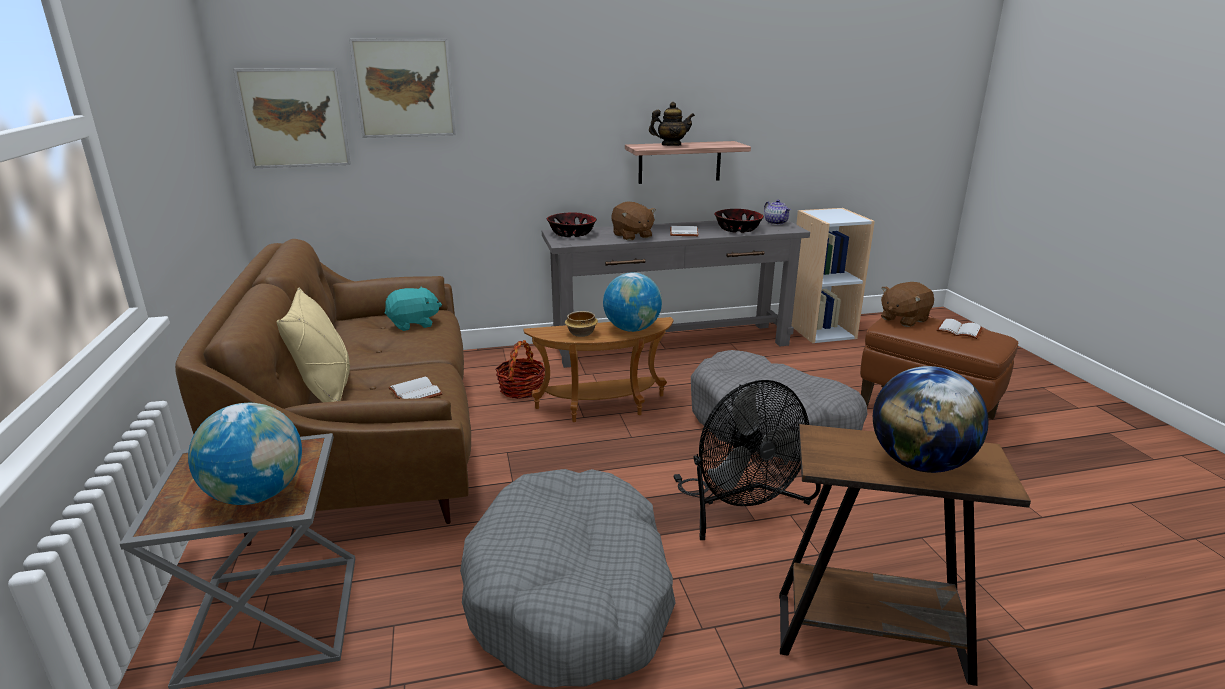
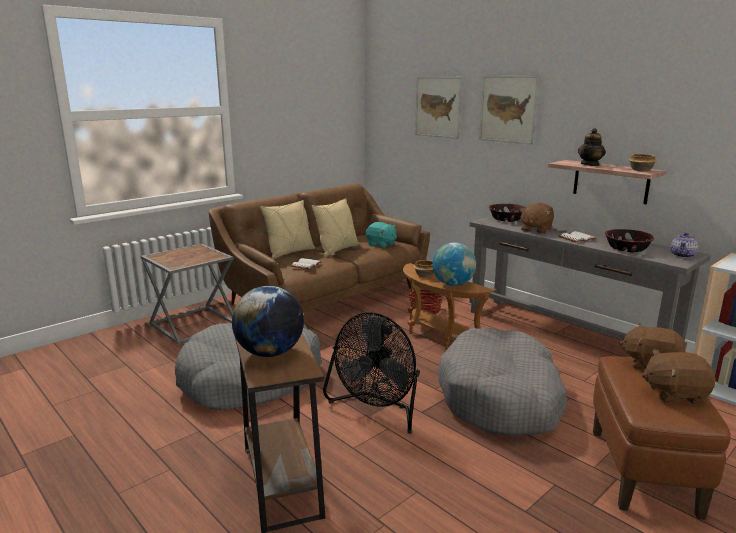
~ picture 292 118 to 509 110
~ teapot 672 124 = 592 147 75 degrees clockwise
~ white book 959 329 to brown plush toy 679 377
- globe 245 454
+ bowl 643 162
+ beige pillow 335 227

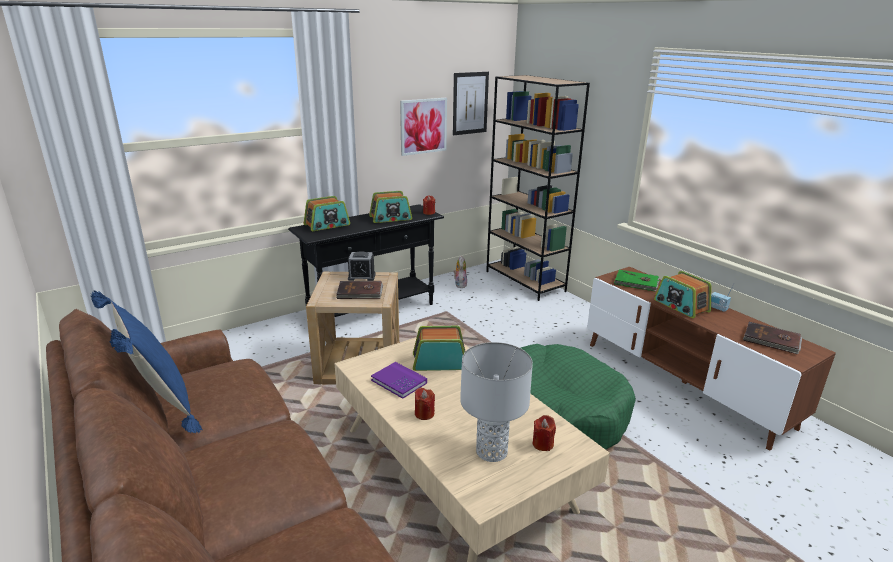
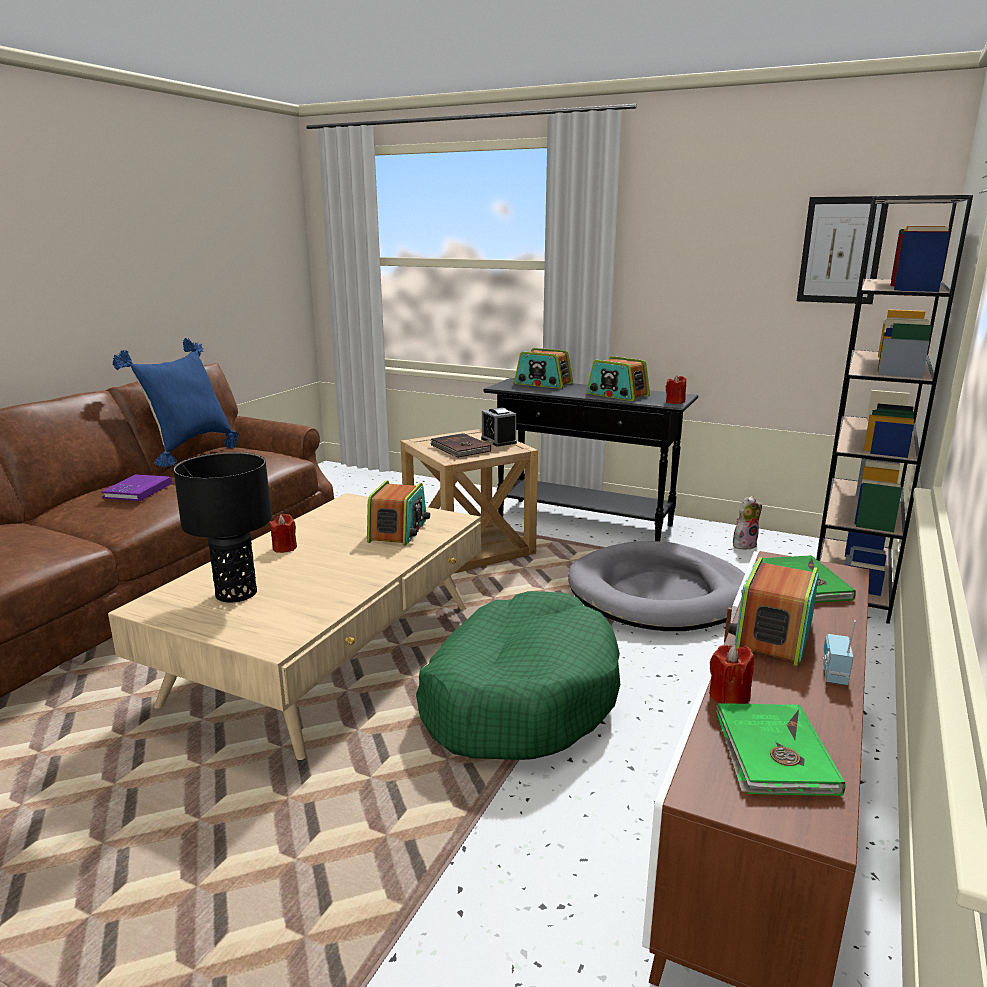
- picture 423 127
~ brown book 772 338 to green book 781 749
~ radio 439 348 = 398 513 45 degrees clockwise
~ white table lamp 496 402 to black table lamp 223 527
~ purple book 399 380 to 136 487
~ red candle 544 433 to 731 674
+ grey dog bed 656 586

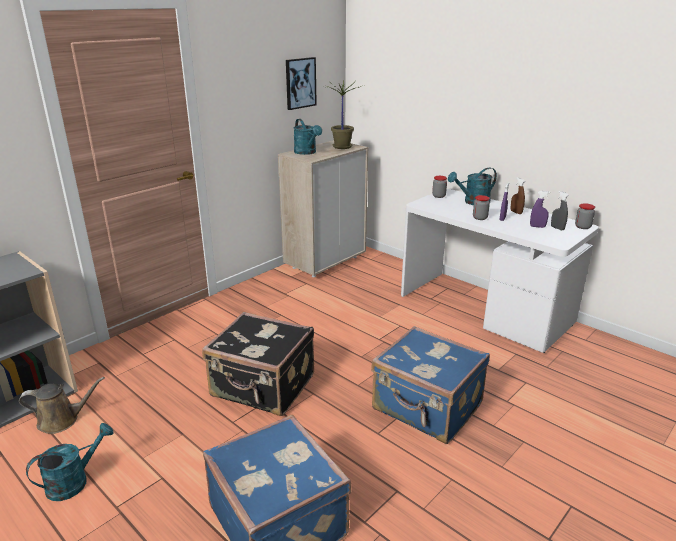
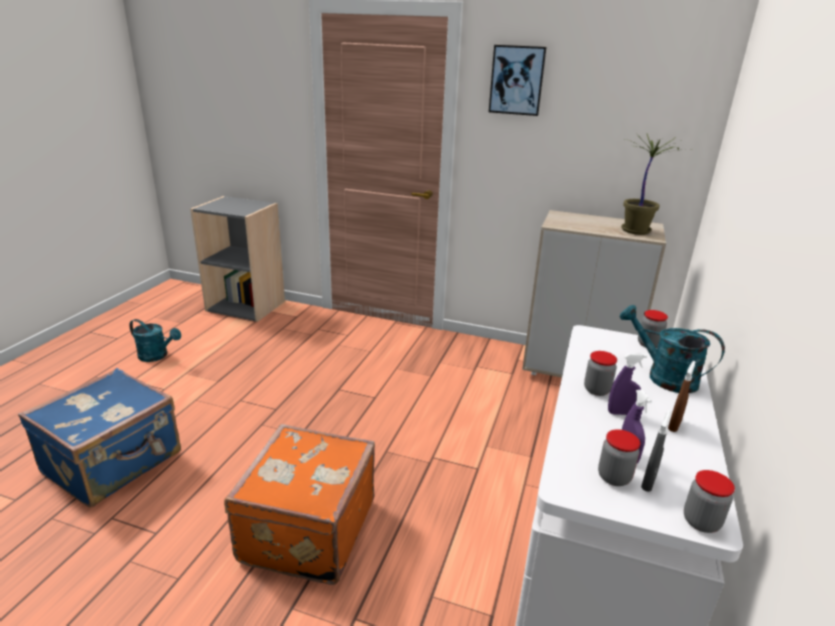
~ picture 301 83 to 518 80
- turquoise watering can 307 137
- black suitcase 258 364
~ blue suitcase 430 385 to orange suitcase 299 504
- brown watering can 62 405
+ jar 619 457

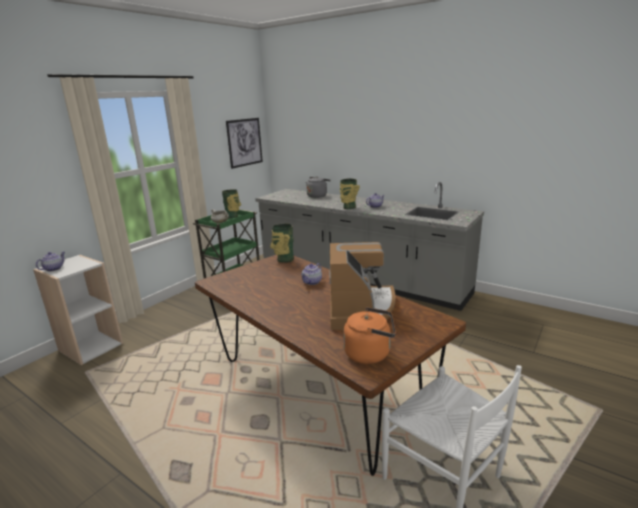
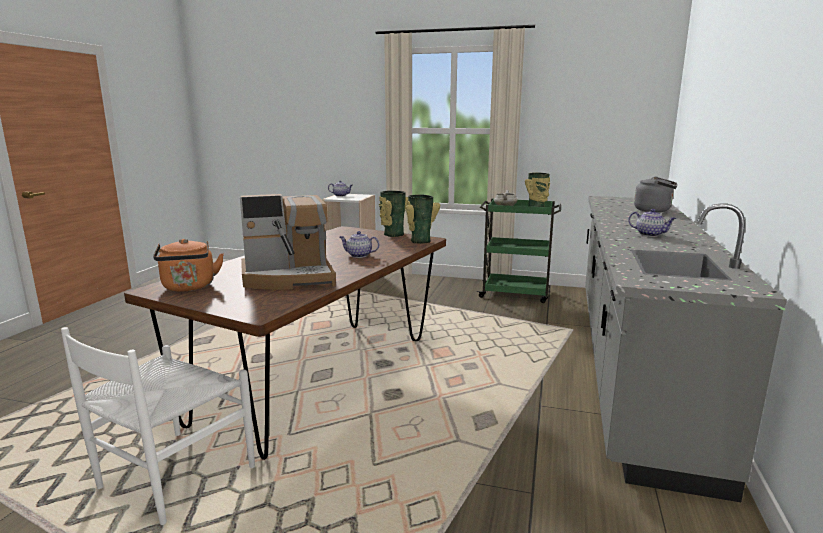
- picture 244 143
~ vase 350 193 to 393 214

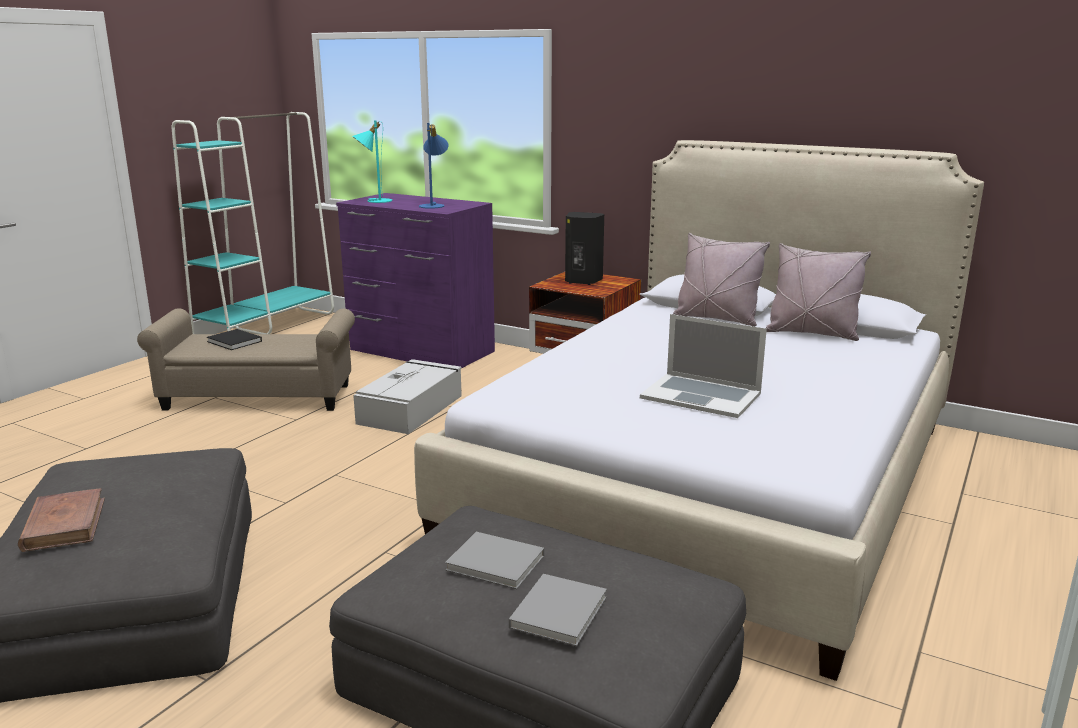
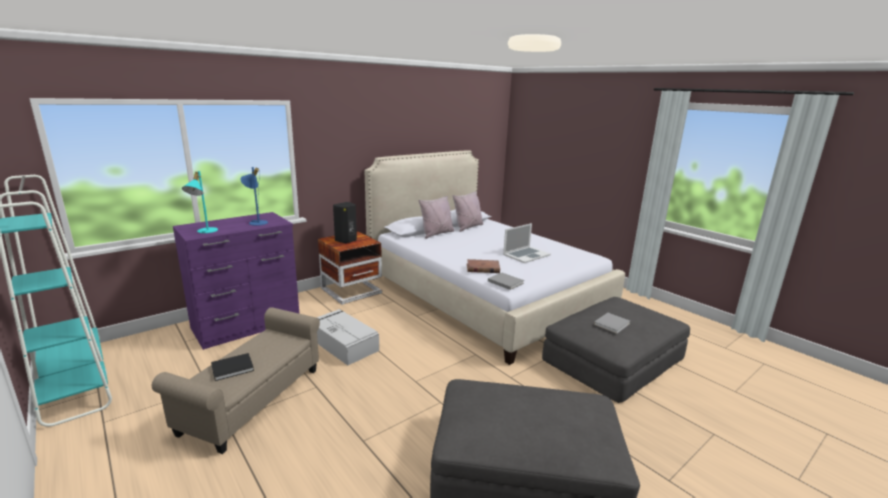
~ brown book 61 520 to 483 266
~ grey book 558 610 to 506 281

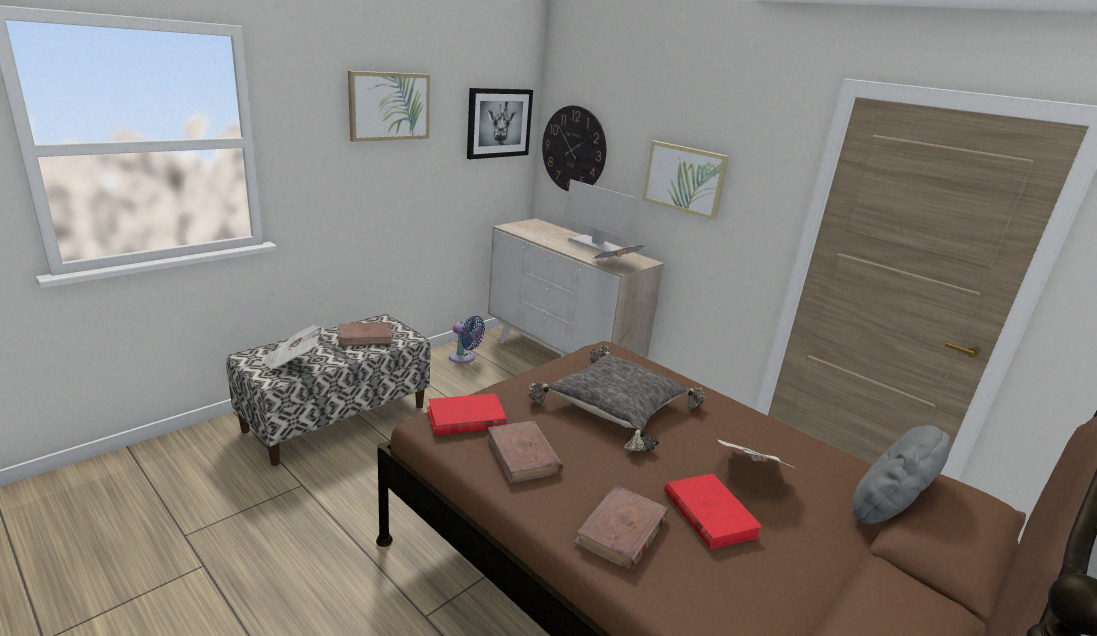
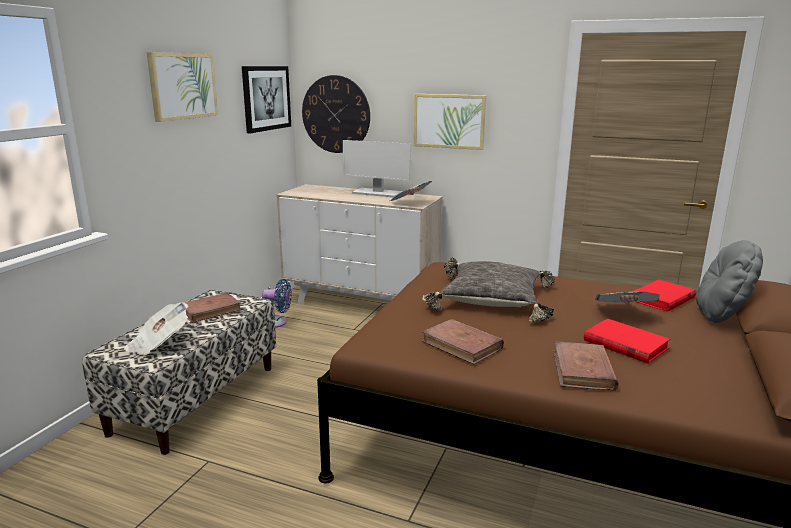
~ red book 467 414 to 664 296

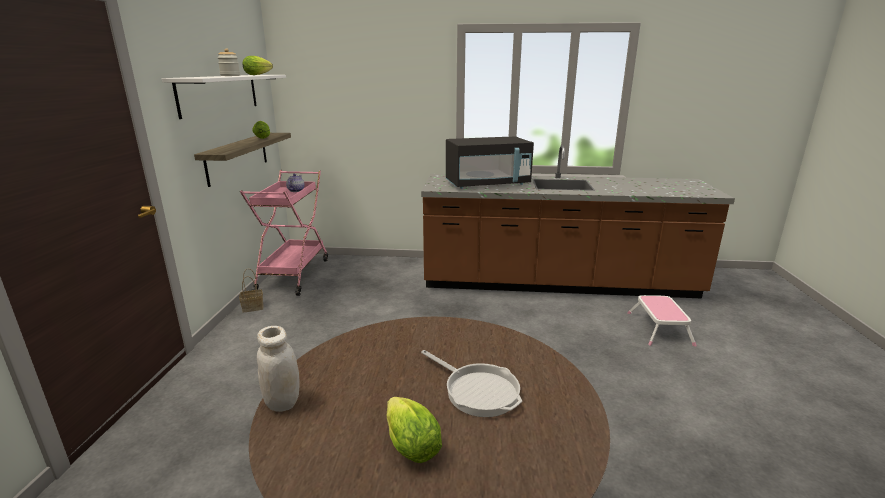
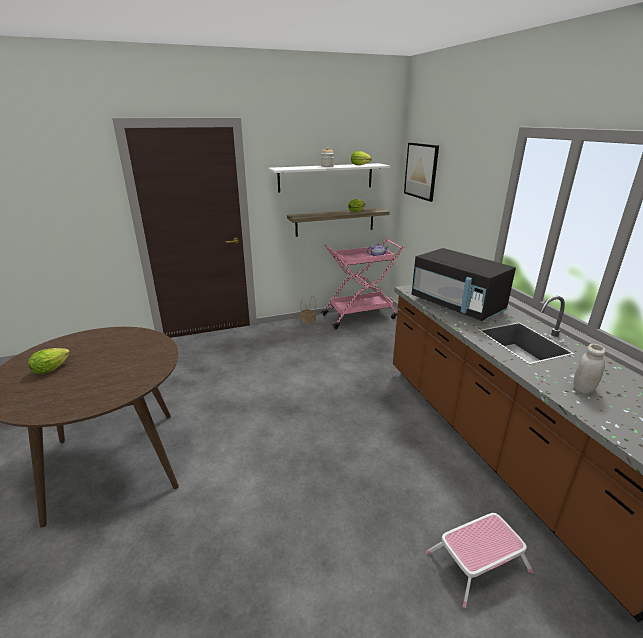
~ white jar 278 369 to 589 369
- frying pan 471 383
+ picture 421 172

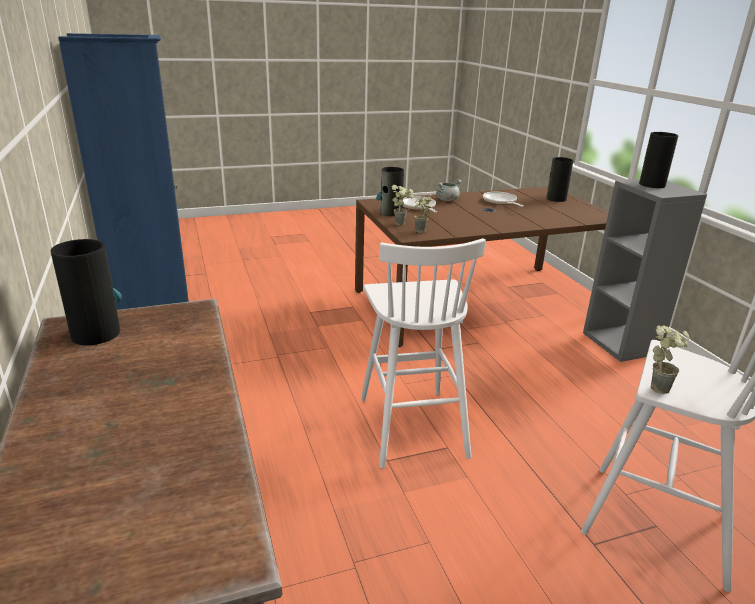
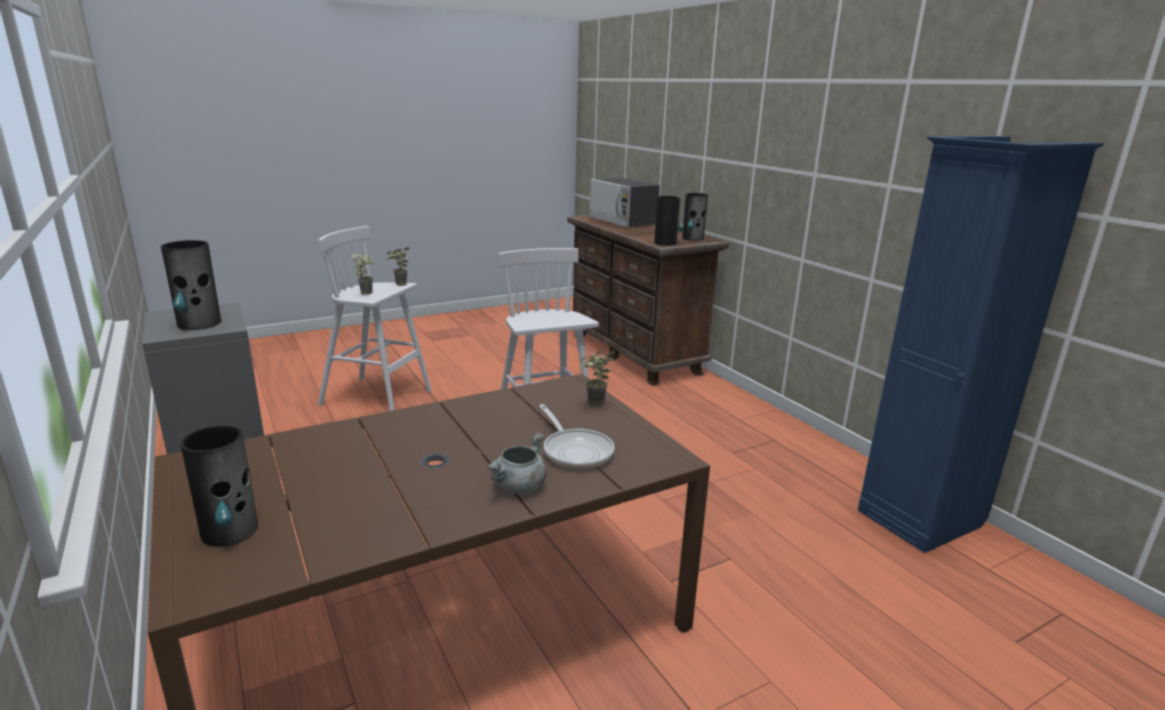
~ vase 390 191 to 668 220
- frying pan 503 199
~ potted plant 424 213 to 362 274
+ microwave 624 202

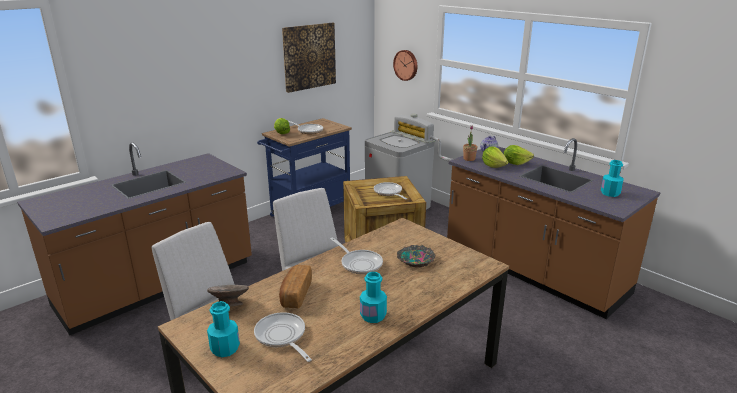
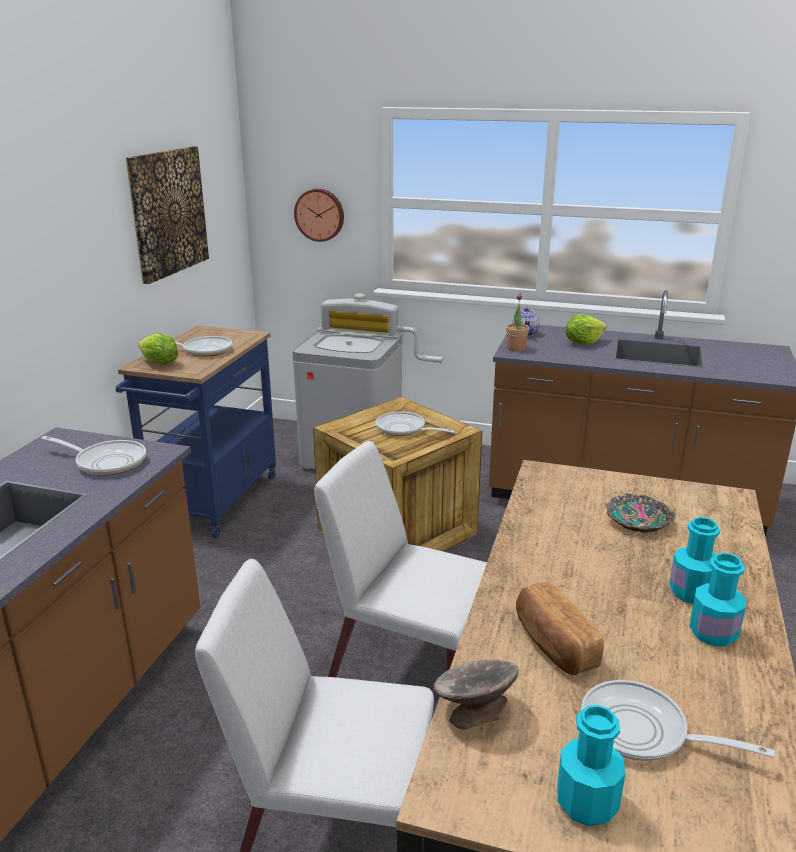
- lettuce 495 157
~ turquoise bottle 612 178 to 694 560
~ frying pan 356 255 to 93 455

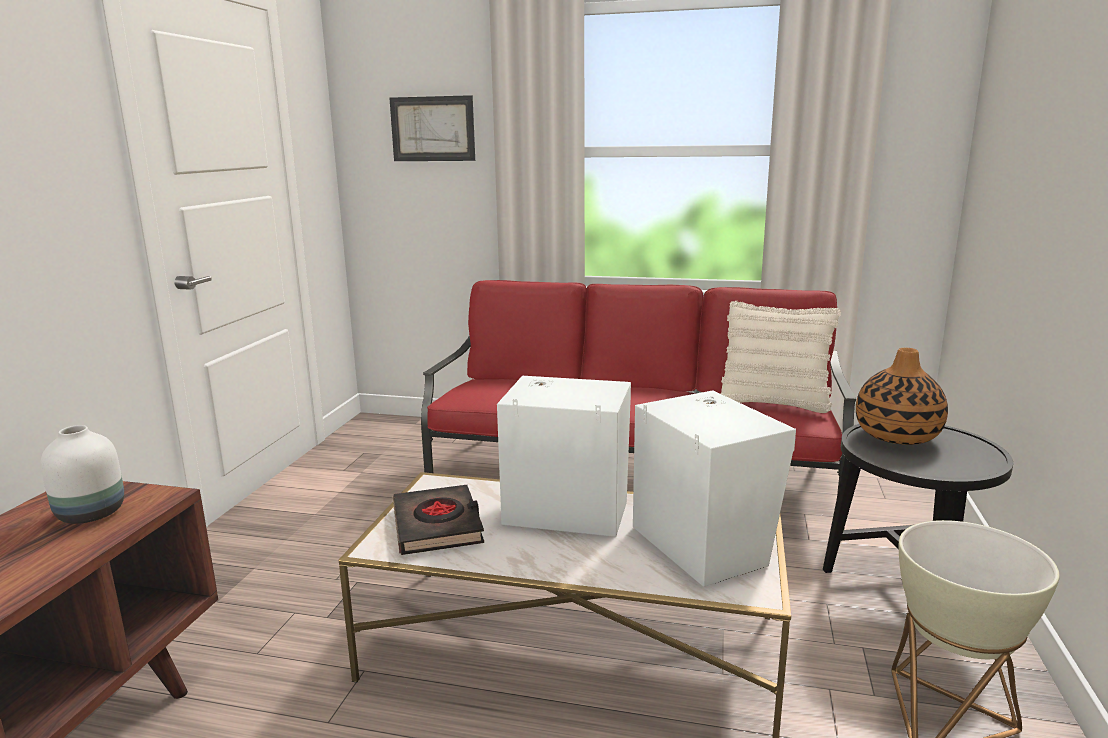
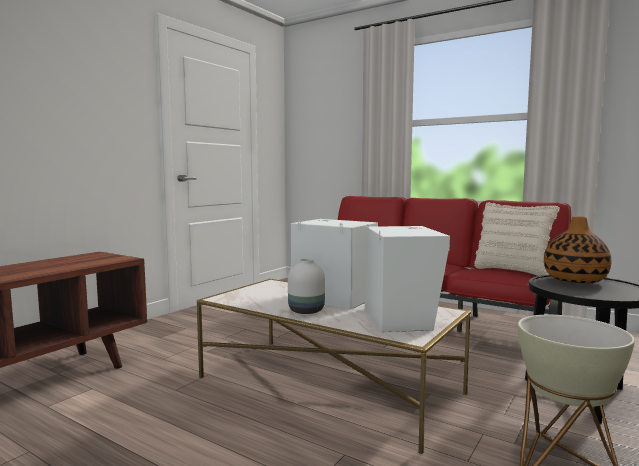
- picture 432 128
~ white vase 82 474 to 306 286
- black book 438 520

